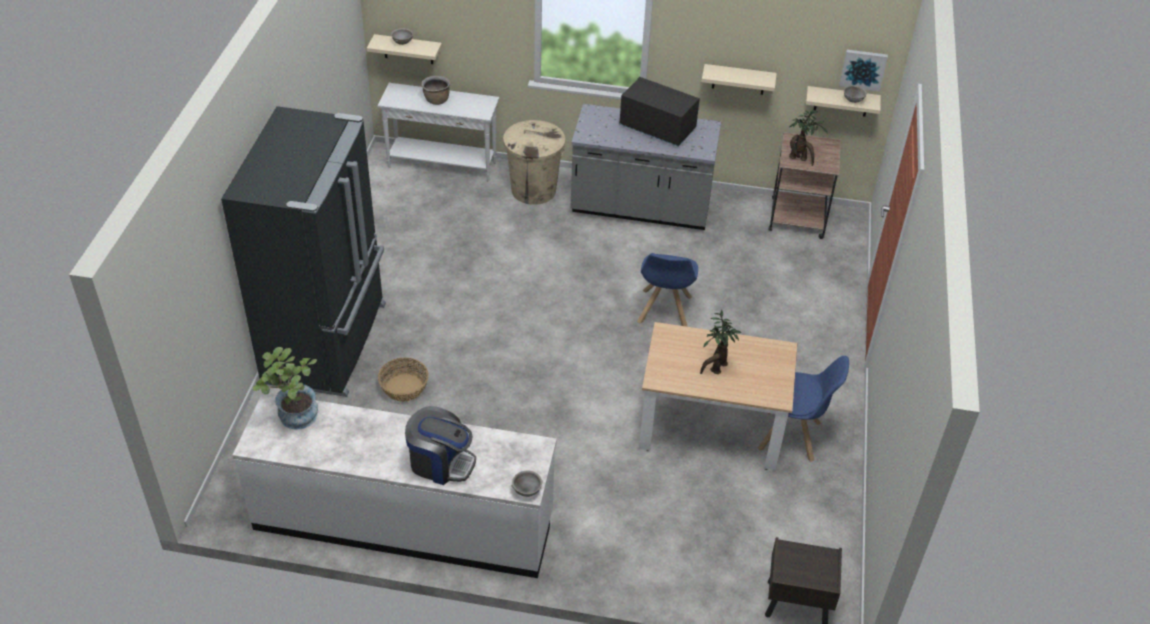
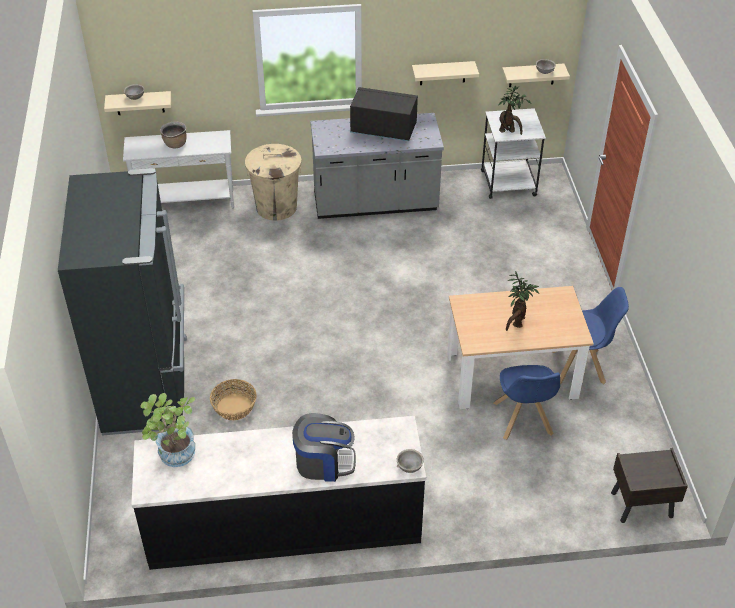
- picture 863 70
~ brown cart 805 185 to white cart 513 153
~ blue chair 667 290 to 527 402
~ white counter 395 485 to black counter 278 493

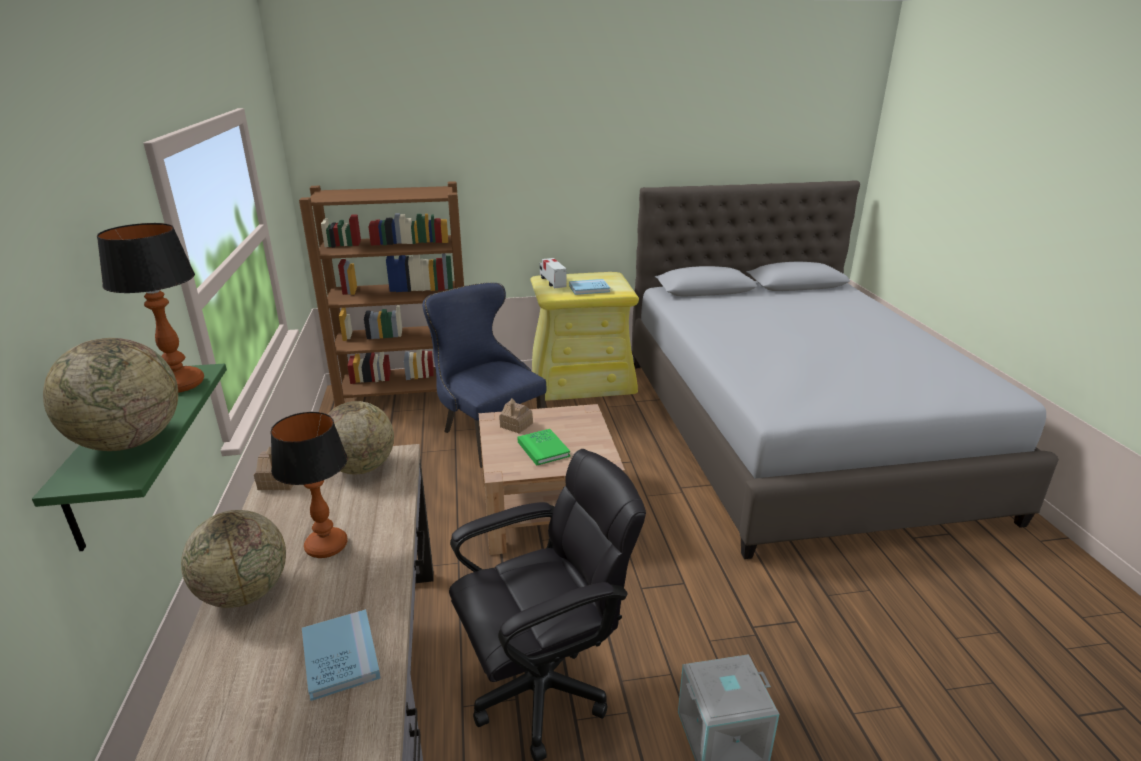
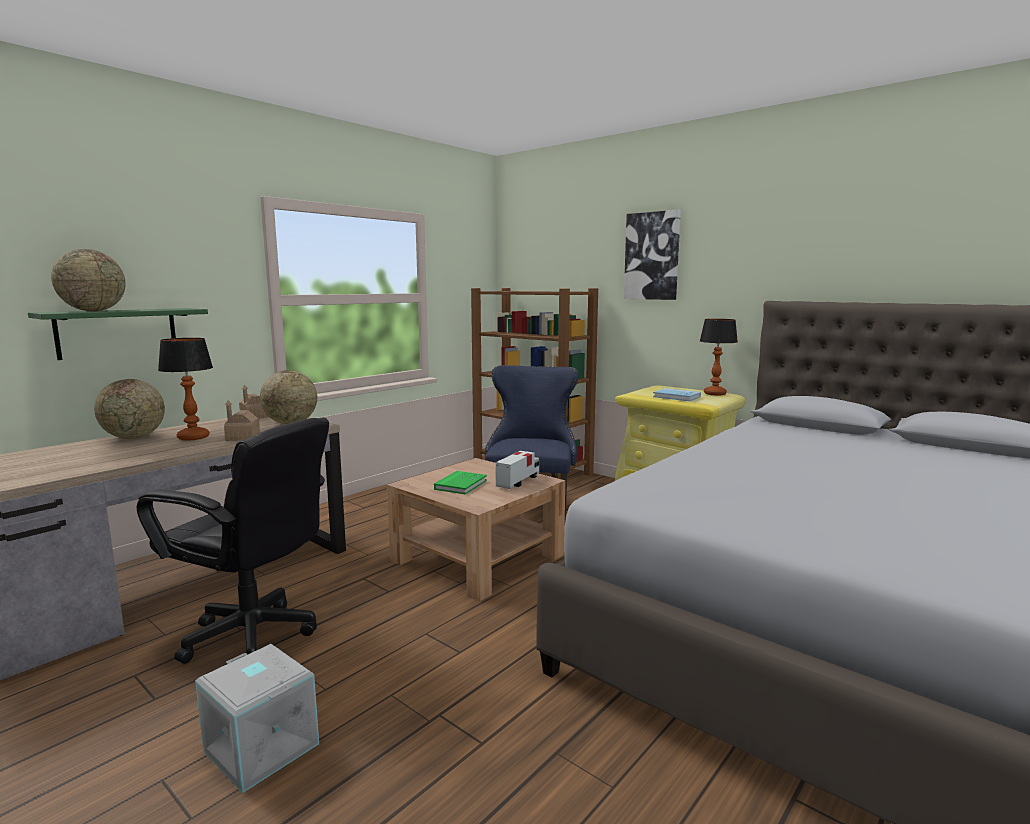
~ table lamp 150 308 to 719 357
~ toy truck 553 273 to 517 470
~ toy house 516 416 to 242 420
- blue book 341 655
+ picture 652 255

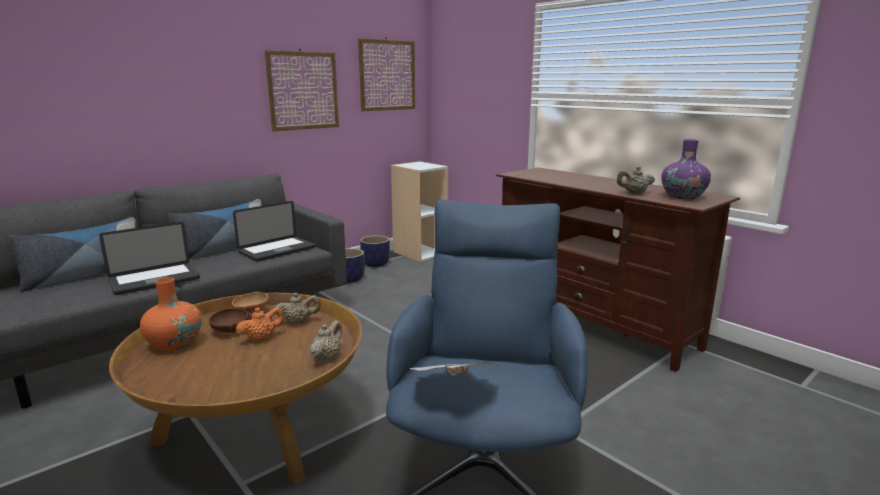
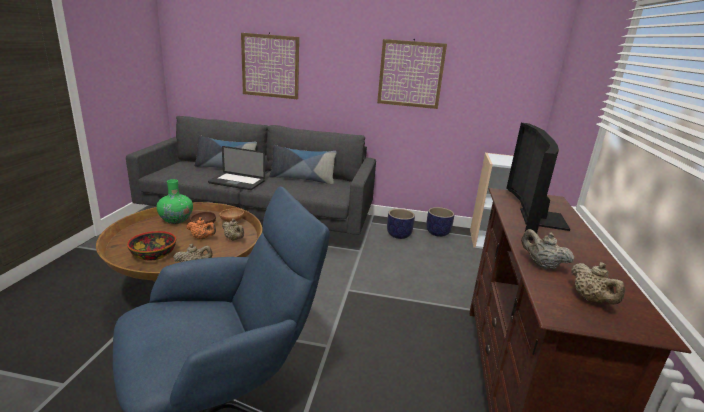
~ picture 386 74 to 270 65
~ purple vase 686 169 to beige teapot 598 283
- laptop 274 231
~ orange vase 171 314 to green vase 175 201
- newspaper 454 369
+ television 538 181
+ bowl 151 246

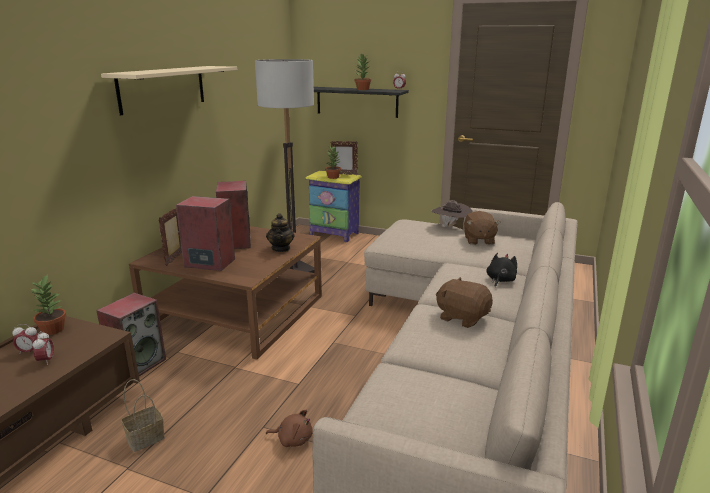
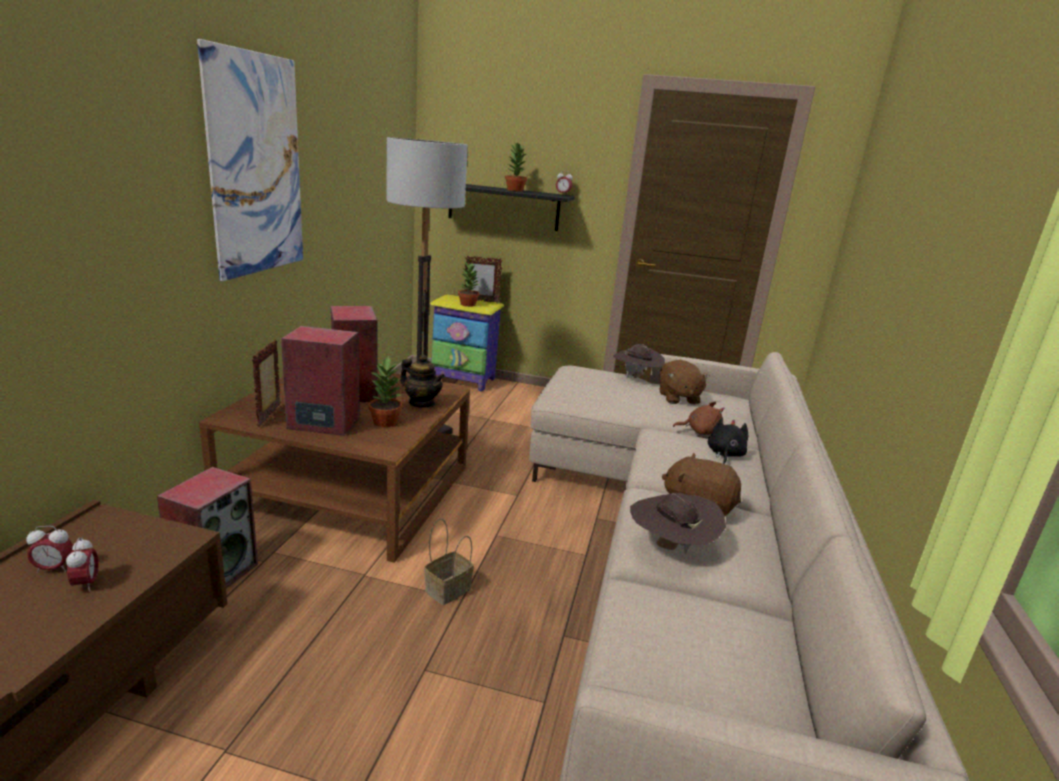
~ beige shelf 169 90 to picture 250 160
~ teapot 280 232 = 422 381 45 degrees counterclockwise
~ potted plant 48 304 to 385 391
~ basket 143 415 to 449 561
~ brown plush toy 289 428 to 699 418
+ brown hat 678 523

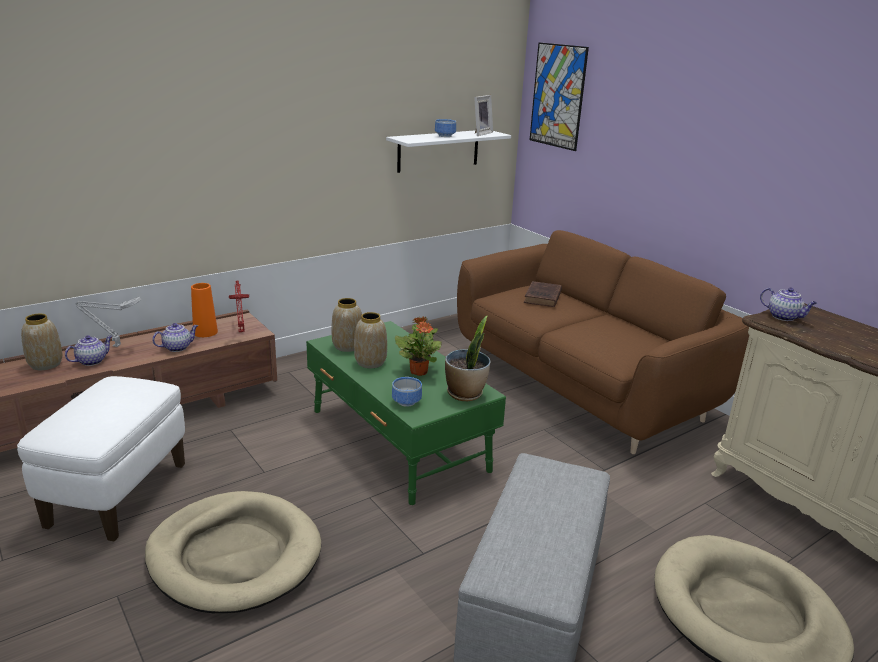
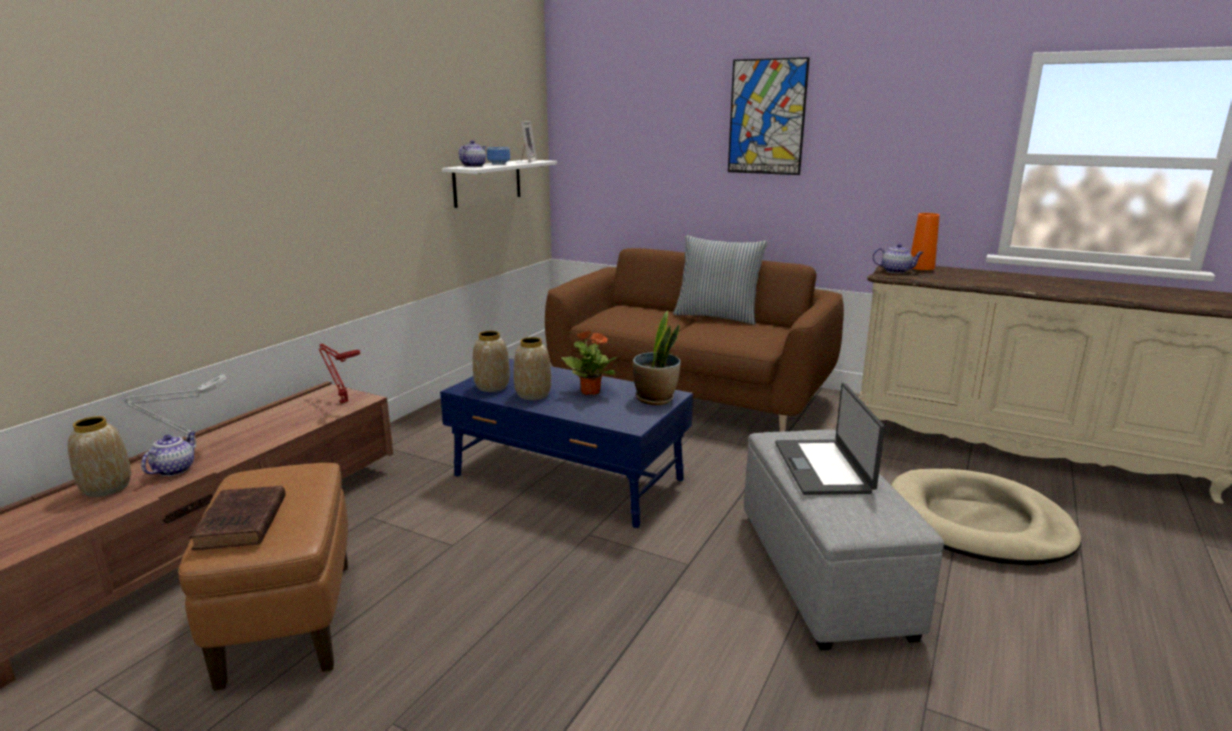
~ picture 559 96 to 769 116
~ brown book 543 294 to 237 517
~ orange vase 204 310 to 925 241
~ green coffee table 406 413 to blue coffee table 566 443
~ teapot 175 337 to 472 153
~ white ottoman 101 458 to brown ottoman 263 577
- bowl 407 392
- beige dog bed 233 552
+ pillow 720 280
+ laptop 830 439

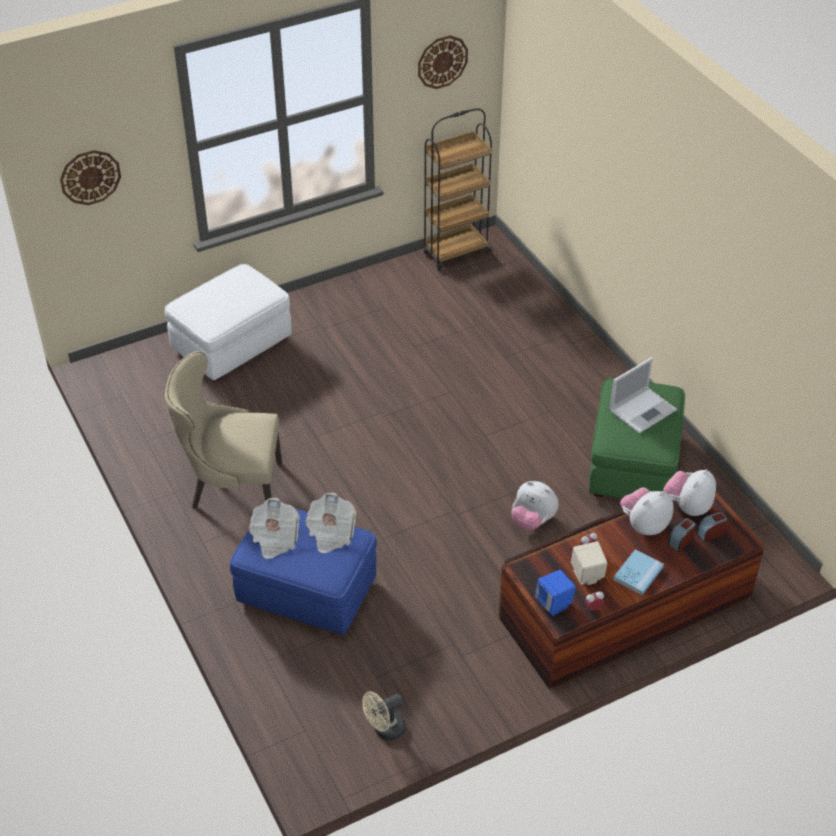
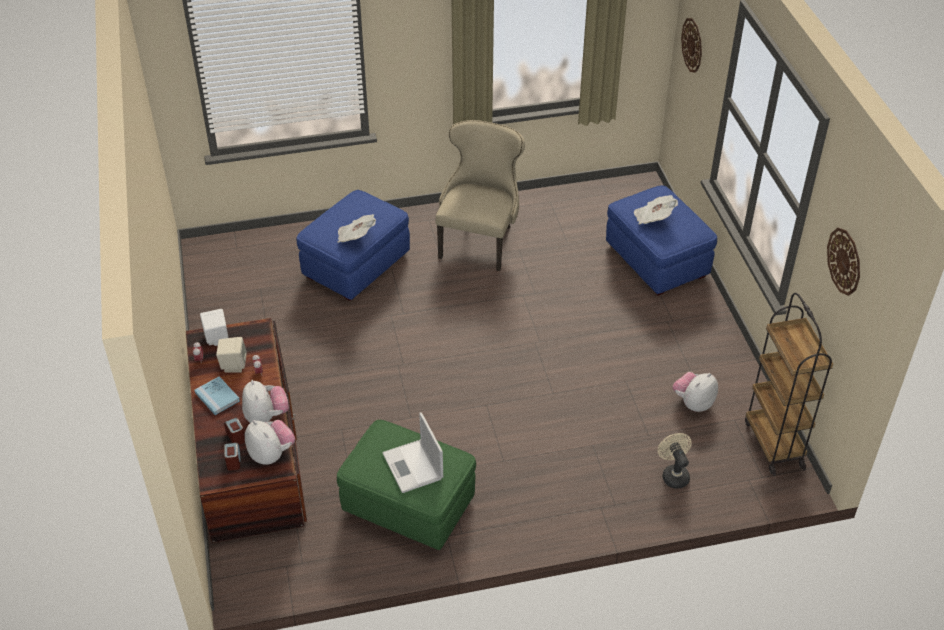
~ white ottoman 228 323 to blue ottoman 661 240
~ plush toy 534 505 to 695 392
~ newspaper 274 528 to 656 210
~ blue speaker 555 593 to white speaker 214 327
~ beige fan 384 716 to 675 461

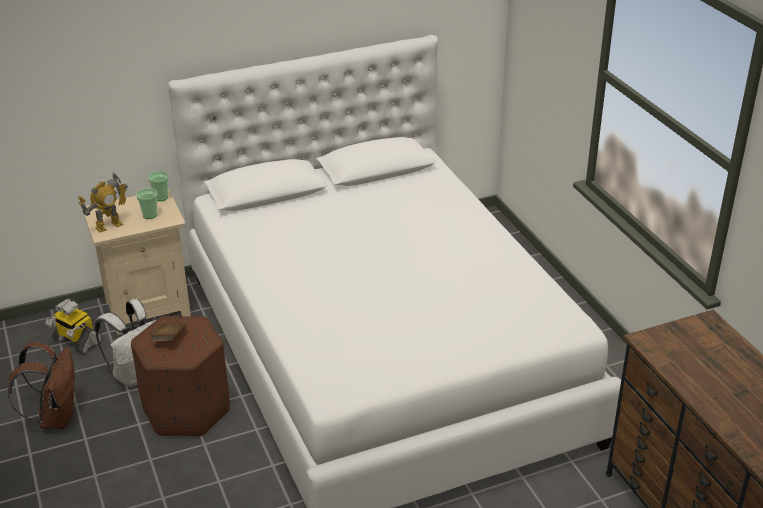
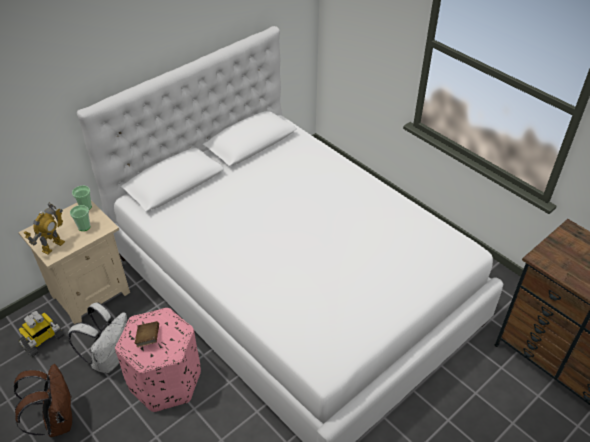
~ toy robot 73 326 = 41 334 60 degrees counterclockwise
~ brown ottoman 180 376 to pink ottoman 158 360

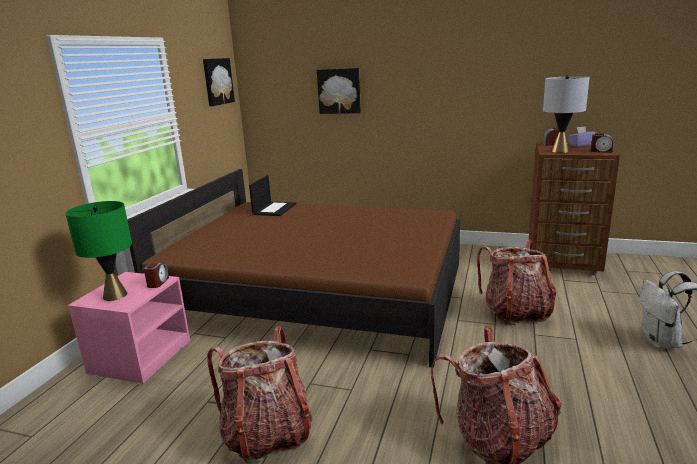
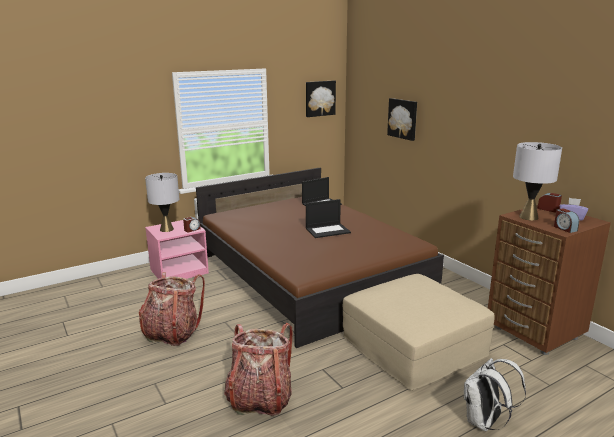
~ green table lamp 98 251 to grey table lamp 162 202
~ backpack 516 282 to beige ottoman 419 332
+ laptop 328 218

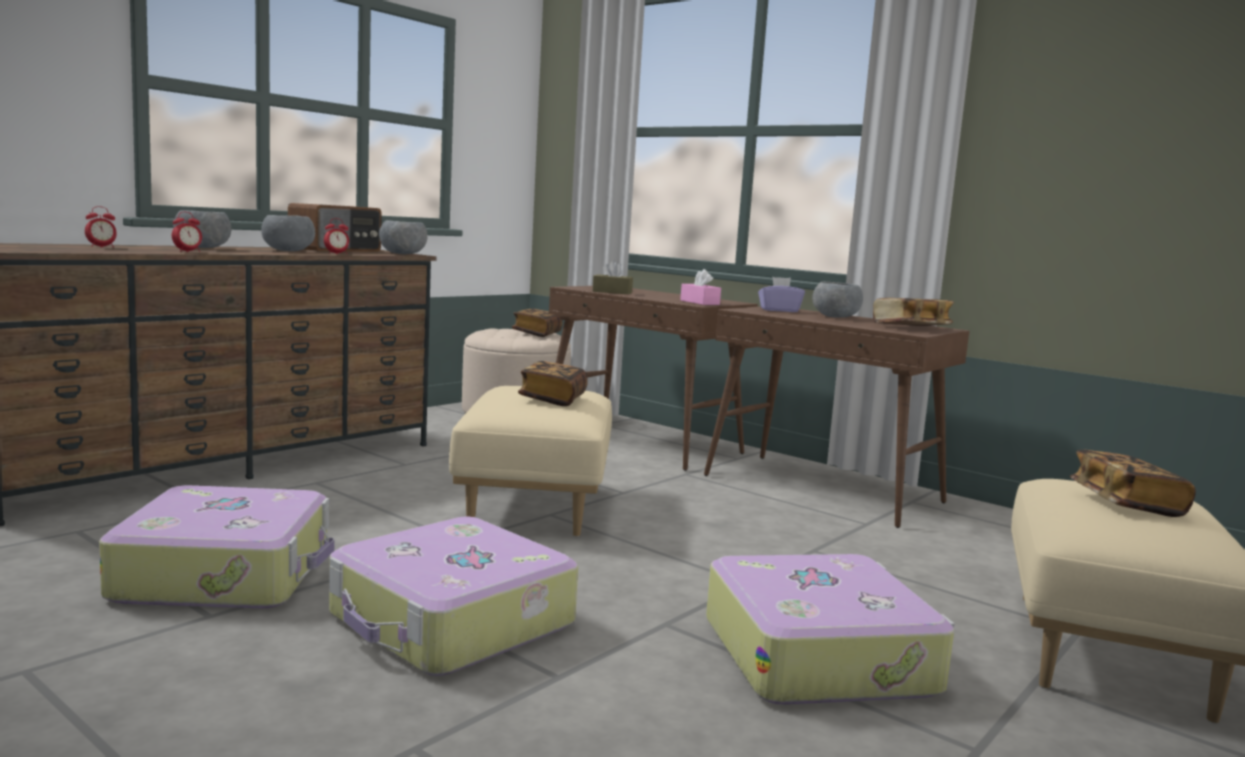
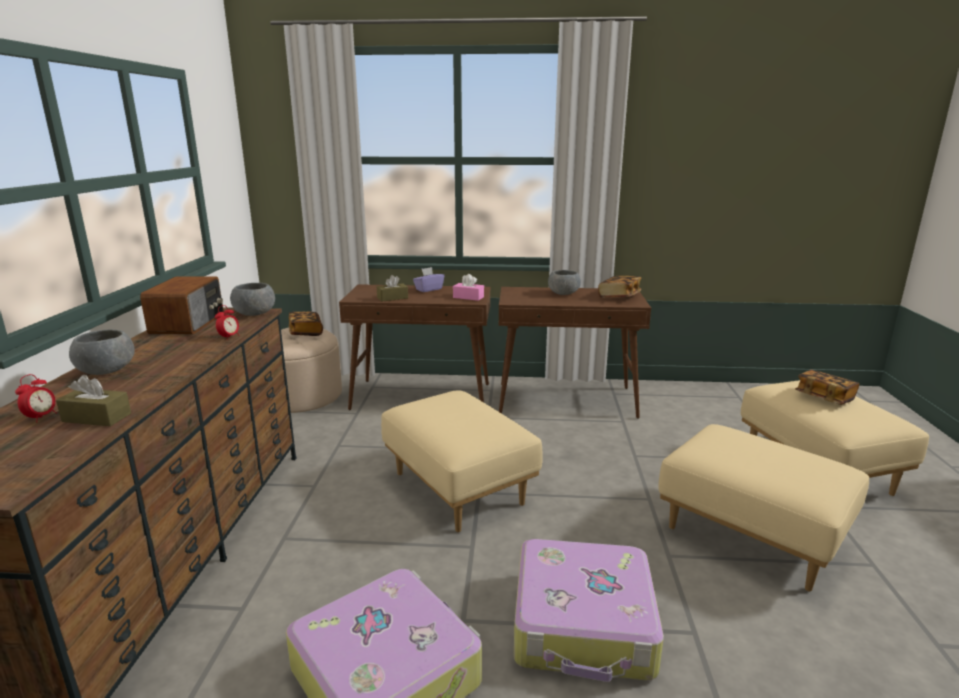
- alarm clock 187 232
- grey bowl 288 233
~ purple tissue box 781 294 to 428 279
- book 553 383
~ suitcase 830 629 to beige ottoman 763 507
+ brown tissue box 93 400

